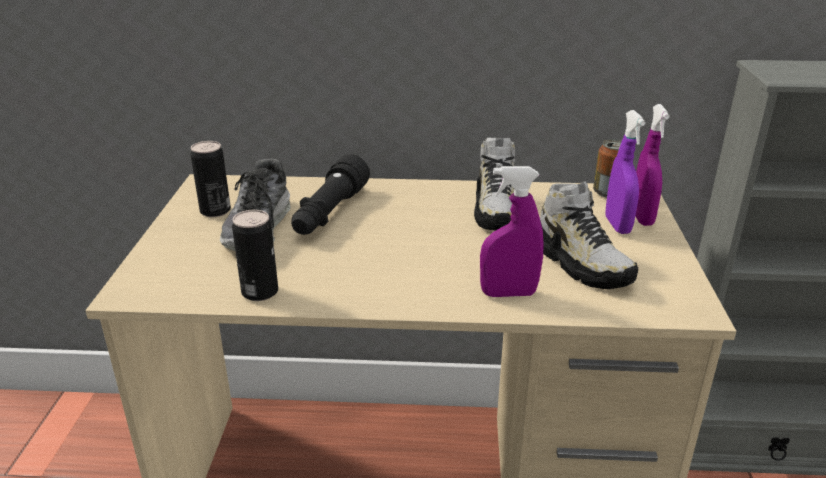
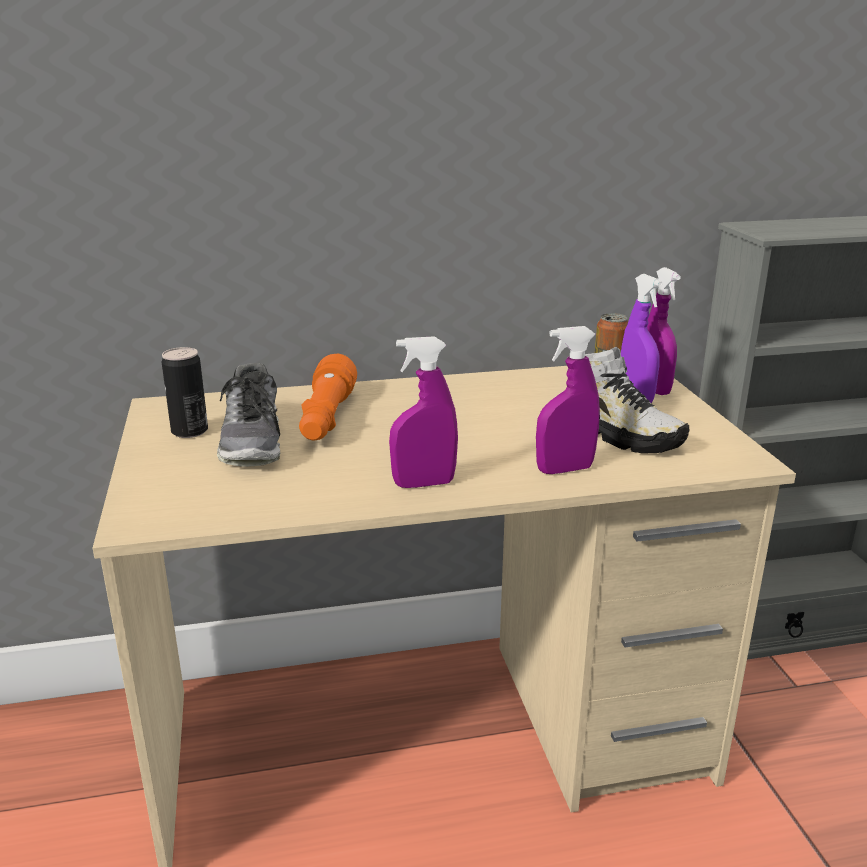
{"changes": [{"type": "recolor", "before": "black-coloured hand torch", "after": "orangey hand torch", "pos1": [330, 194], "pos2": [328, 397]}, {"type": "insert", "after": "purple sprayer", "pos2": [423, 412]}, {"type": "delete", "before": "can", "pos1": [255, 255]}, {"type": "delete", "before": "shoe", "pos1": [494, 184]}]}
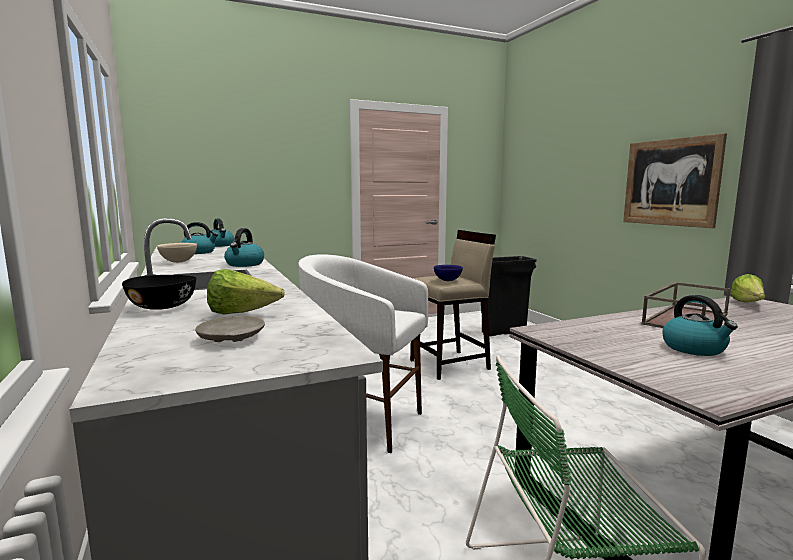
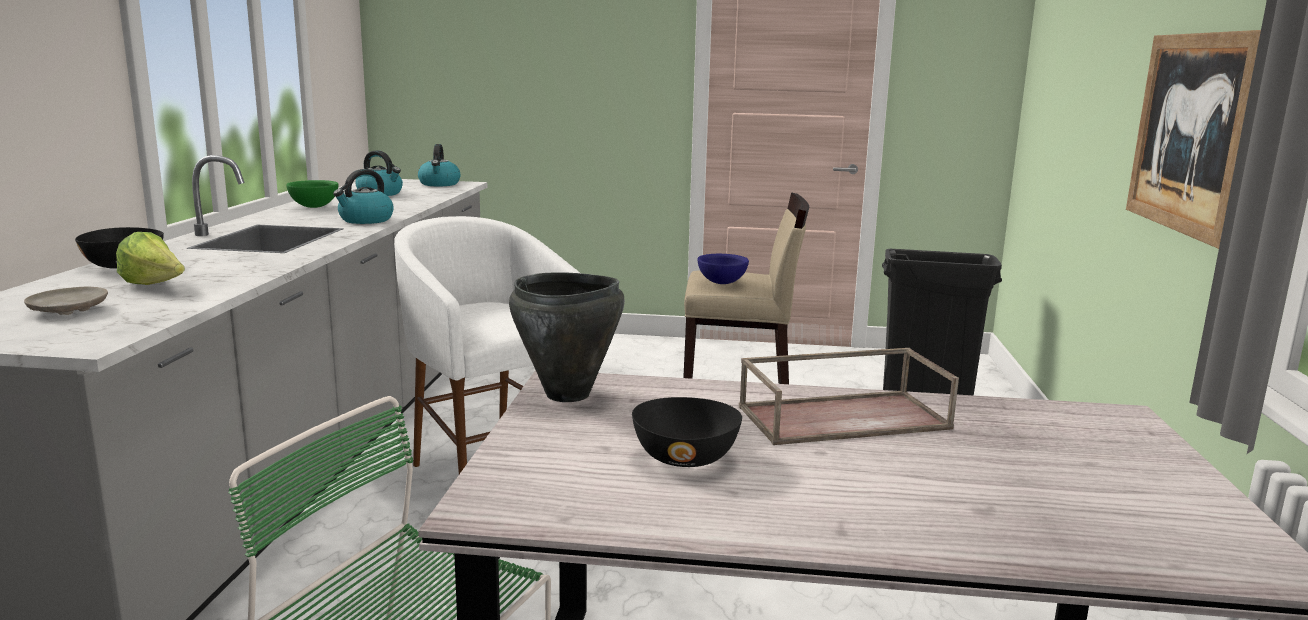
{"changes": [{"type": "recolor", "before": "beige serving bowl", "after": "greenish serving bowl", "pos1": [177, 253], "pos2": [312, 194]}, {"type": "insert", "after": "black-coloured saucepot", "pos2": [567, 337]}, {"type": "replace", "before": "tea kettle", "after": "black-coloured serving bowl", "pos1": [700, 325], "pos2": [687, 432]}, {"type": "delete", "before": "head of lettuce", "pos1": [748, 288]}]}
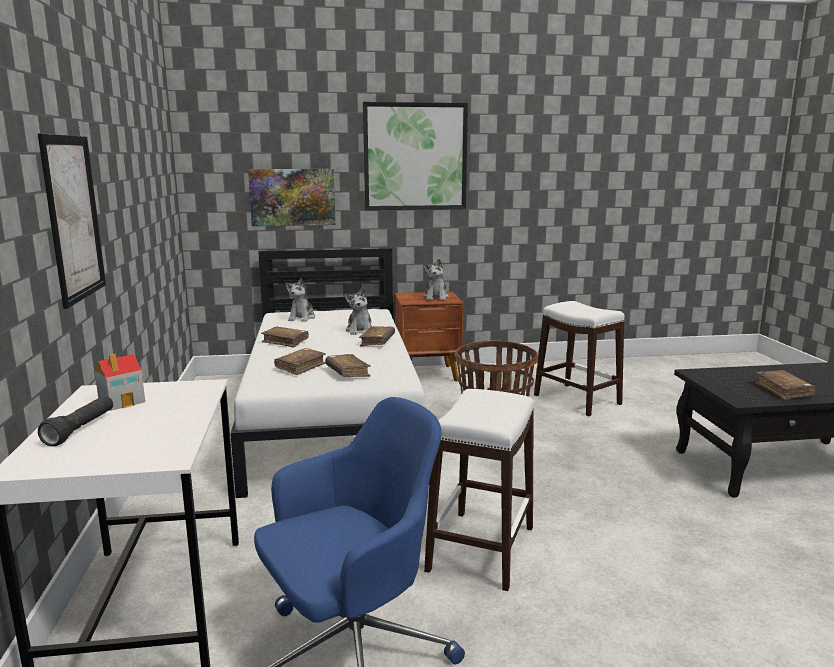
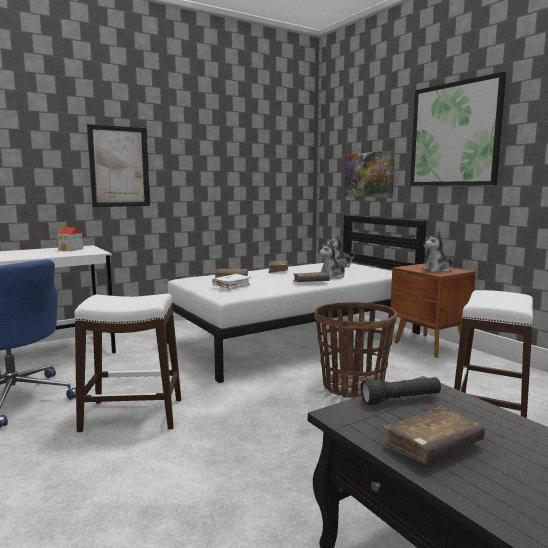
{"changes": [{"type": "recolor", "before": "brownish bound book", "after": "white bound book", "pos1": [348, 366], "pos2": [231, 282]}, {"type": "move", "before": "black-coloured hand torch", "pos1": [75, 421], "pos2": [400, 391]}]}
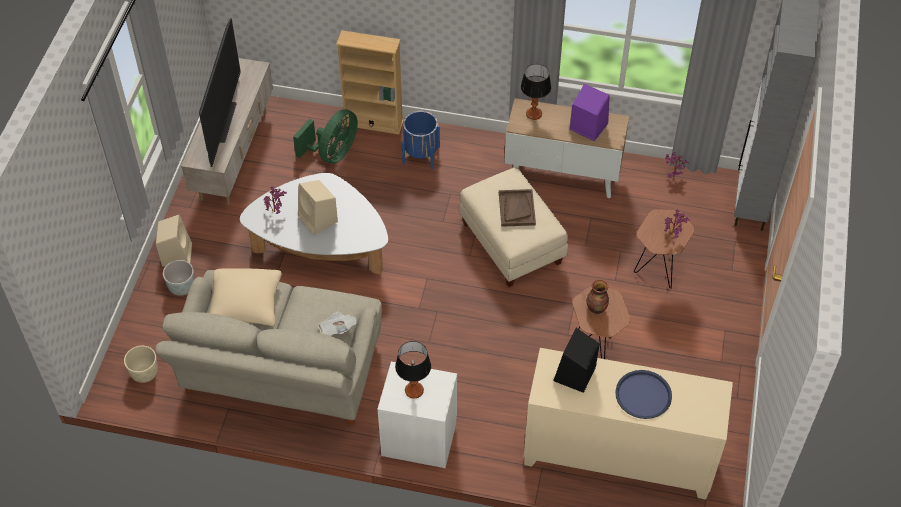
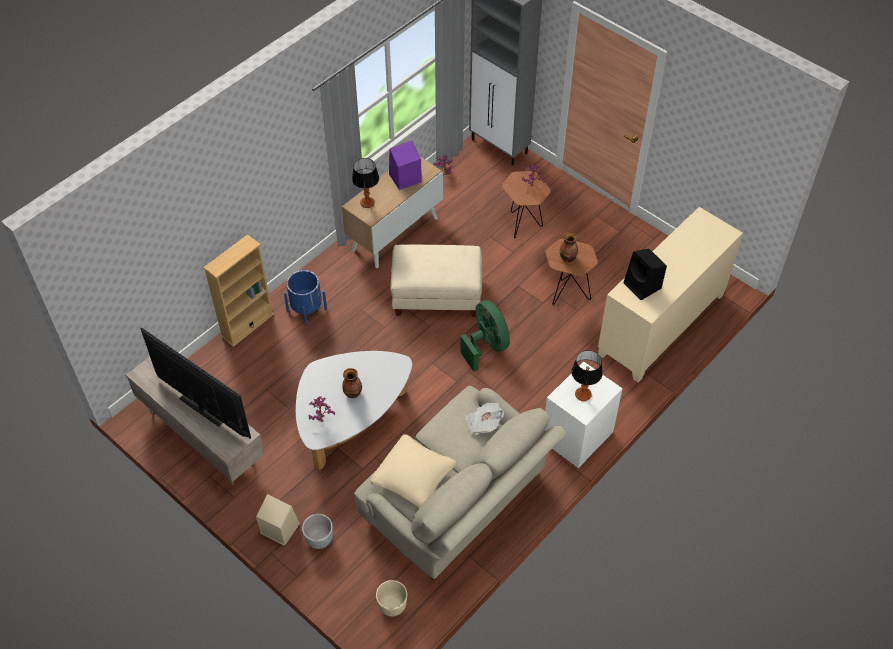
{"changes": [{"type": "replace", "before": "beige speaker", "after": "flower vase", "pos1": [318, 207], "pos2": [352, 383]}, {"type": "move", "before": "greenish fan", "pos1": [325, 136], "pos2": [485, 335]}, {"type": "delete", "before": "brownish carrying tray", "pos1": [517, 208]}, {"type": "delete", "before": "bluish carrying tray", "pos1": [643, 394]}]}
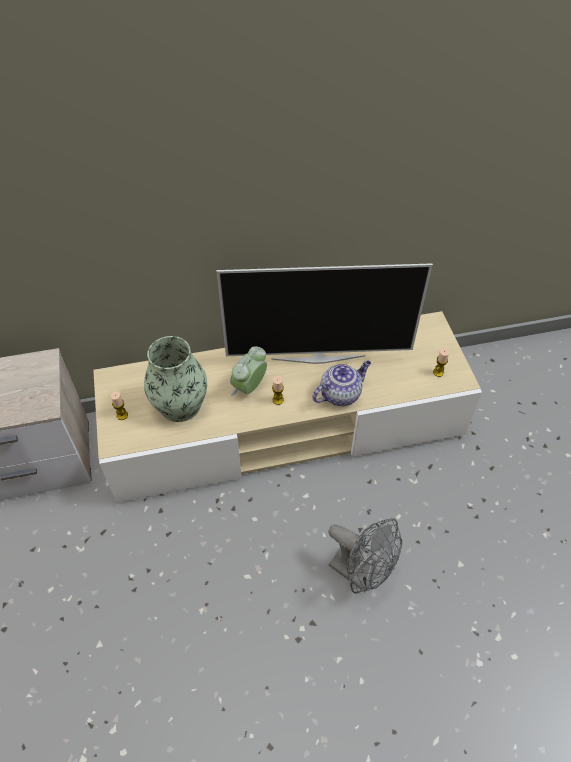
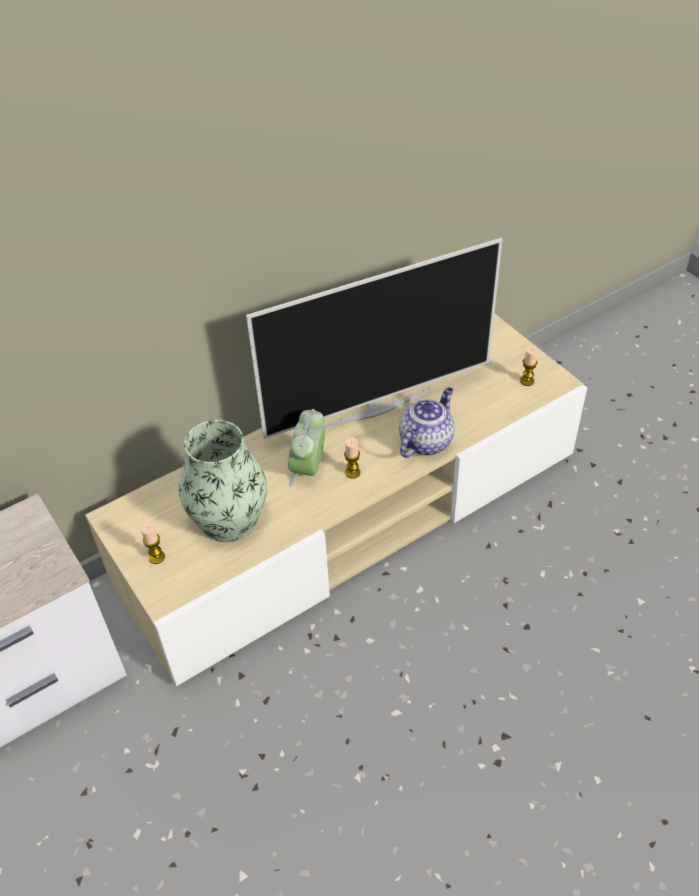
{"changes": [{"type": "delete", "before": "greyish fan", "pos1": [365, 556]}]}
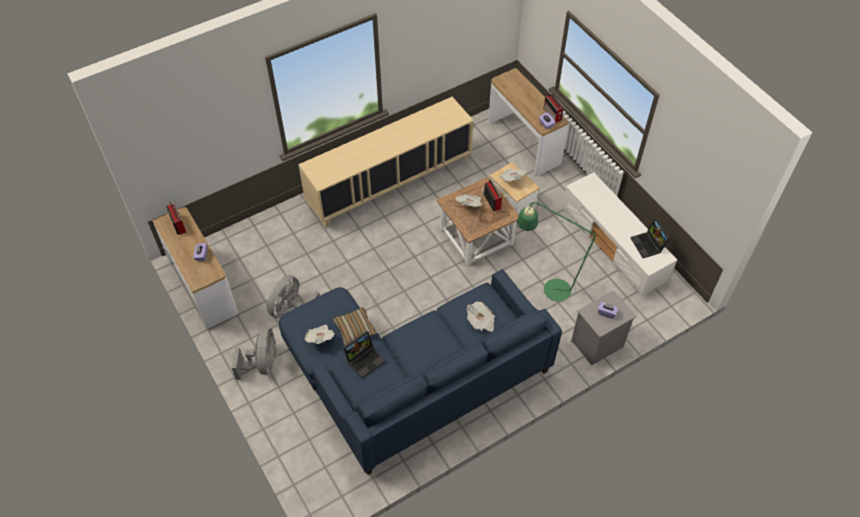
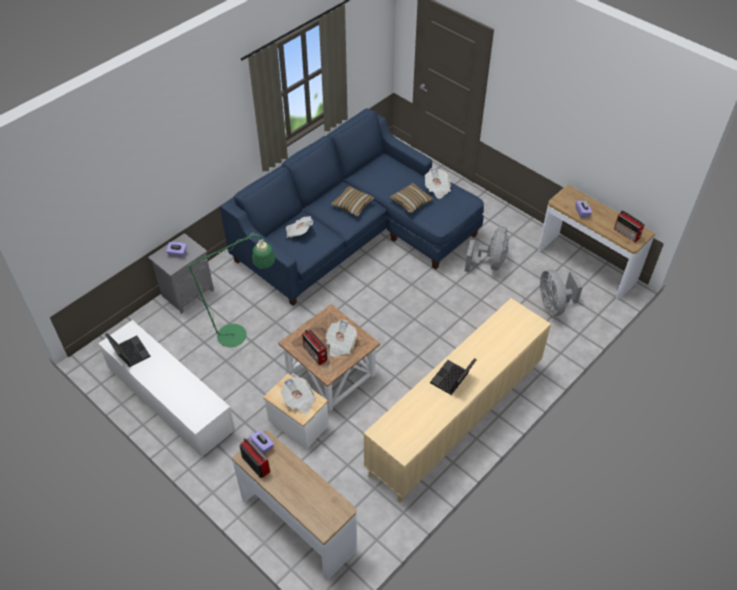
{"changes": [{"type": "insert", "after": "cushion", "pos2": [352, 201]}, {"type": "move", "before": "portable computer", "pos1": [364, 355], "pos2": [453, 376]}, {"type": "move", "before": "greyish fan", "pos1": [253, 353], "pos2": [561, 292]}]}
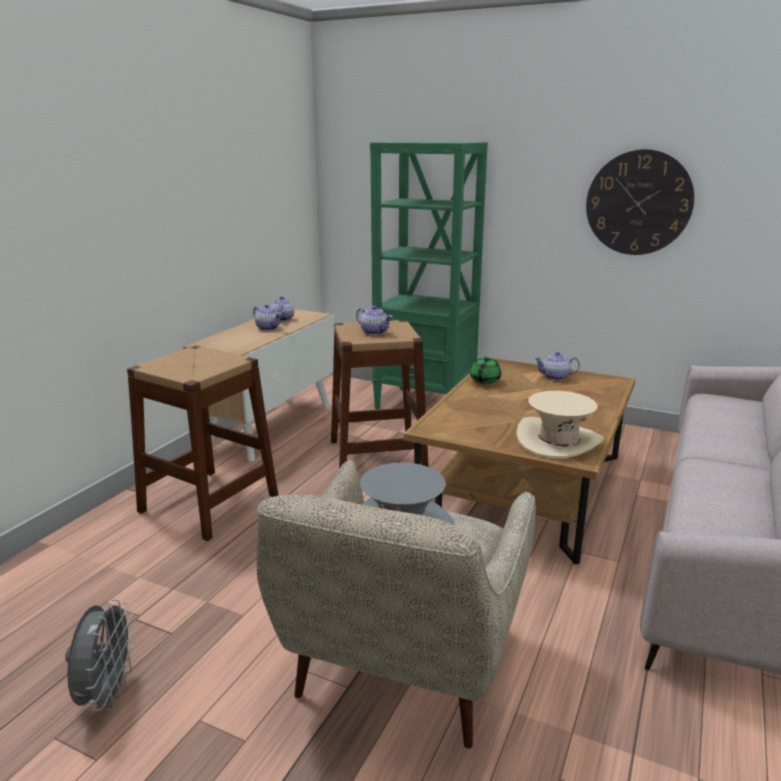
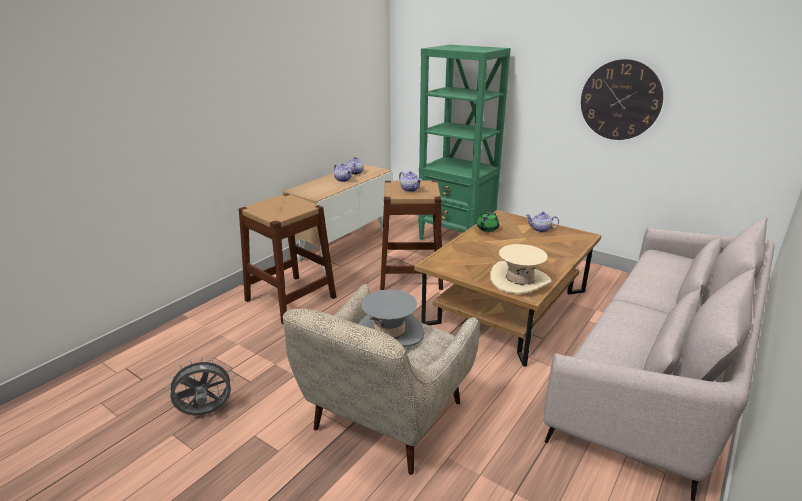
{"changes": [{"type": "rotate", "before": "greyish fan", "pos1": [100, 655], "pos2": [200, 386], "turn": -120}]}
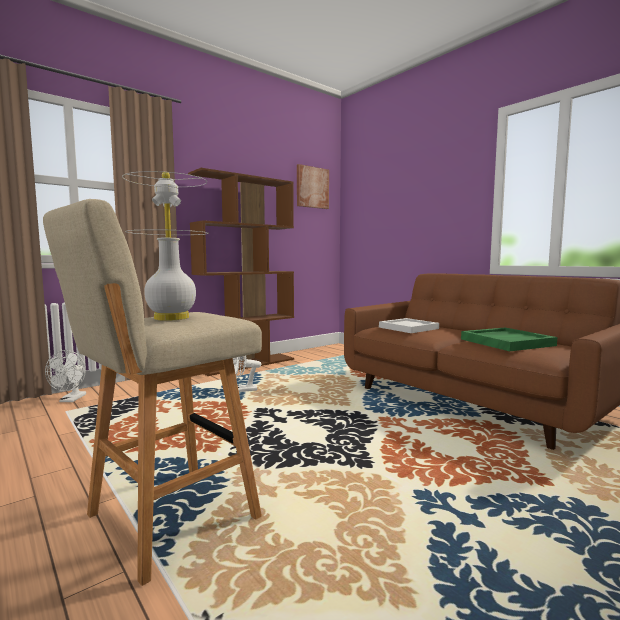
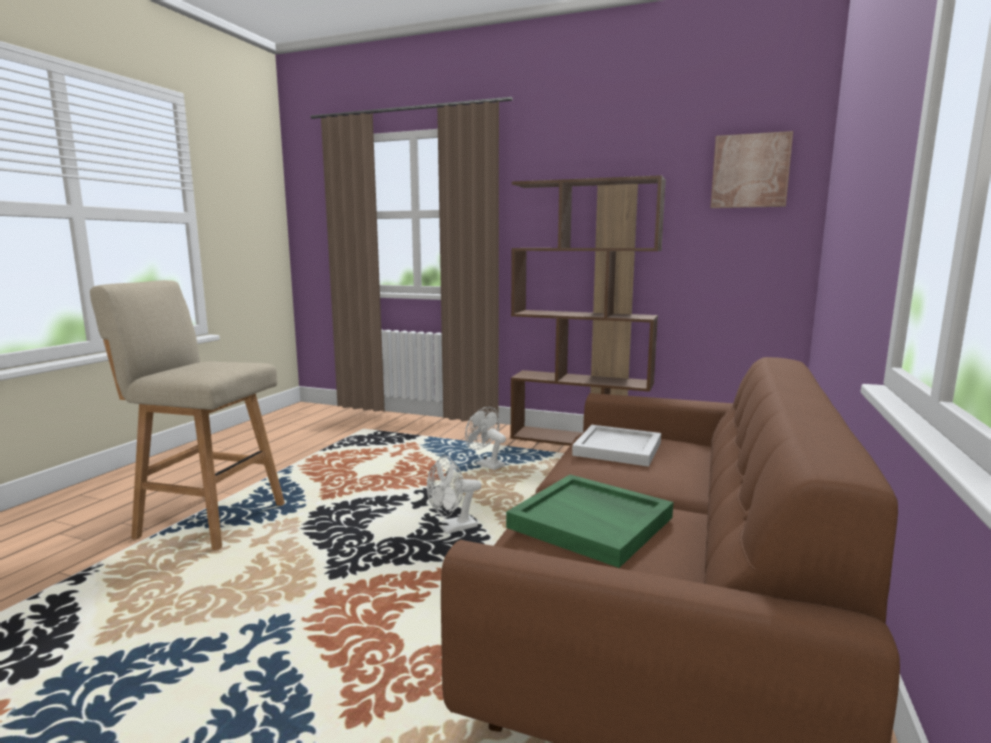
{"changes": [{"type": "move", "before": "white fan", "pos1": [65, 376], "pos2": [454, 494]}, {"type": "delete", "before": "white tabletop lamp", "pos1": [165, 246]}]}
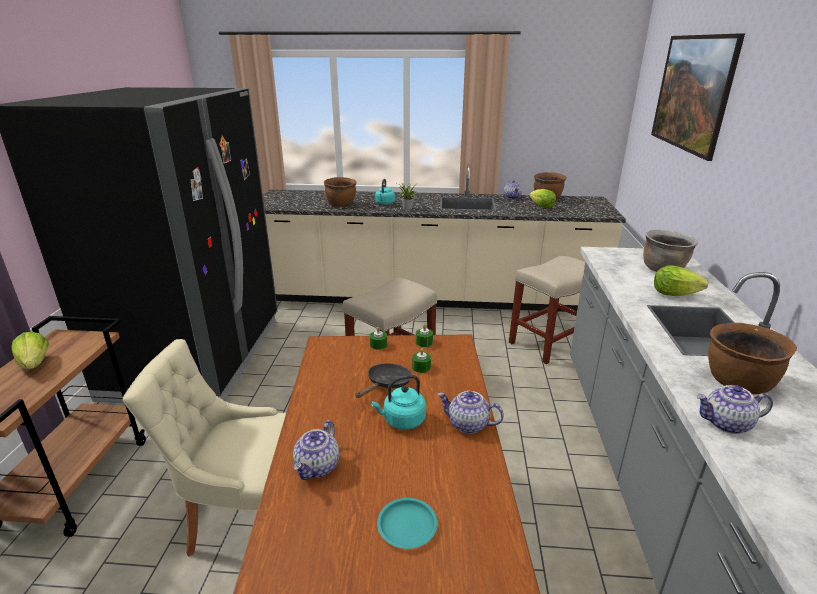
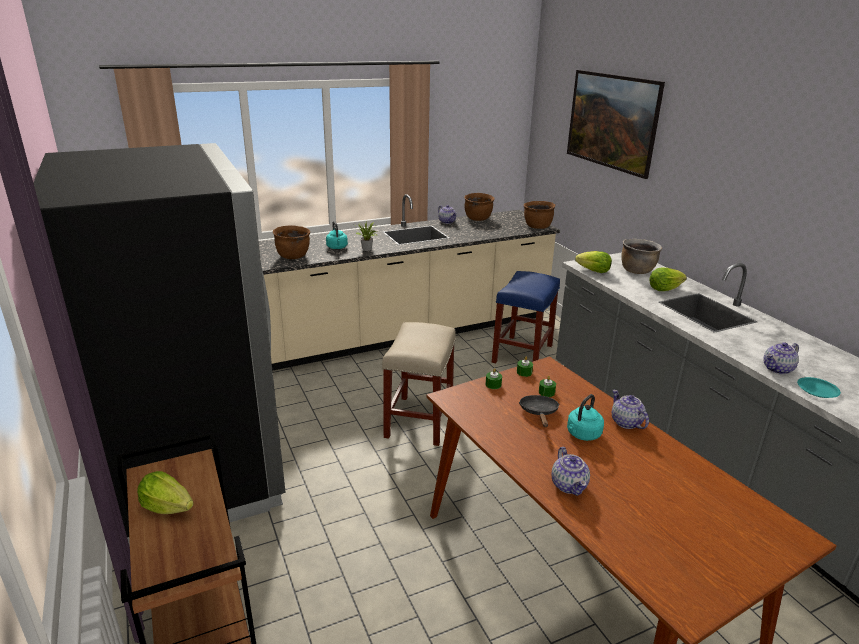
{"changes": [{"type": "recolor", "before": "beige stool", "after": "bluish stool", "pos1": [547, 309], "pos2": [526, 317]}, {"type": "move", "before": "brownish saucepot", "pos1": [752, 358], "pos2": [539, 215]}, {"type": "move", "before": "head of lettuce", "pos1": [542, 199], "pos2": [593, 262]}, {"type": "rotate", "before": "tea pot", "pos1": [470, 412], "pos2": [630, 409], "turn": 75}, {"type": "move", "before": "turquoise flat dish", "pos1": [407, 523], "pos2": [819, 387]}, {"type": "delete", "before": "beige upright chair", "pos1": [204, 448]}]}
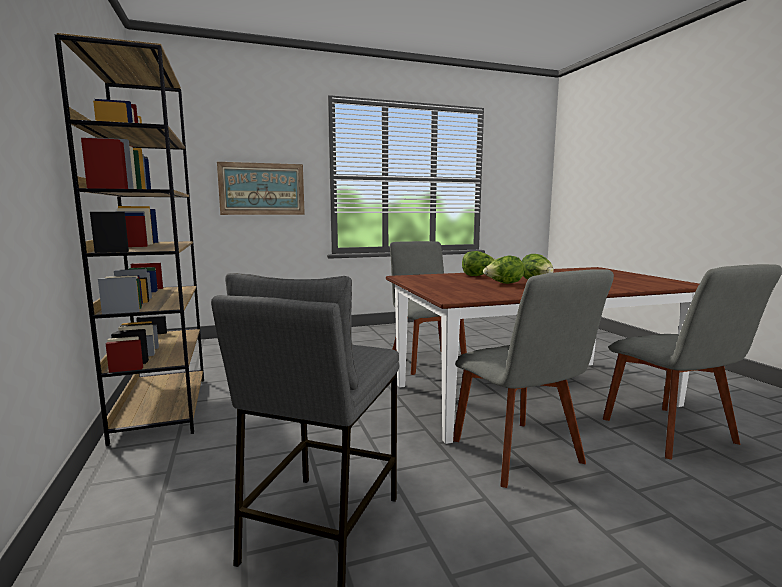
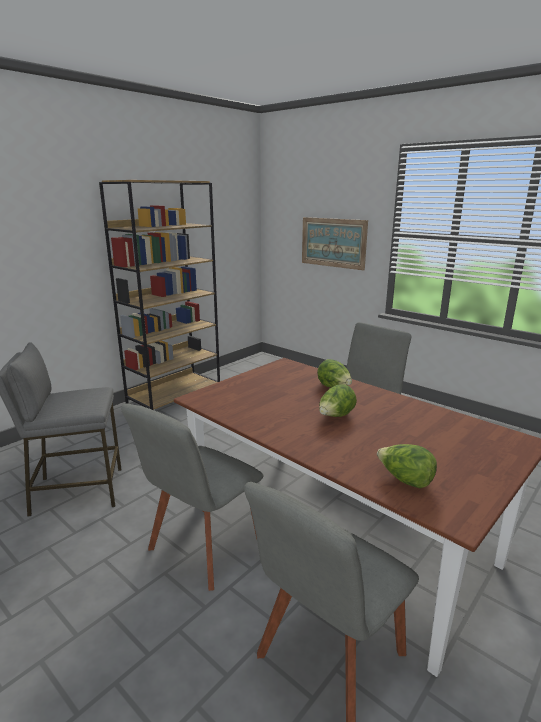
{"changes": [{"type": "move", "before": "head of lettuce", "pos1": [503, 270], "pos2": [407, 466]}]}
